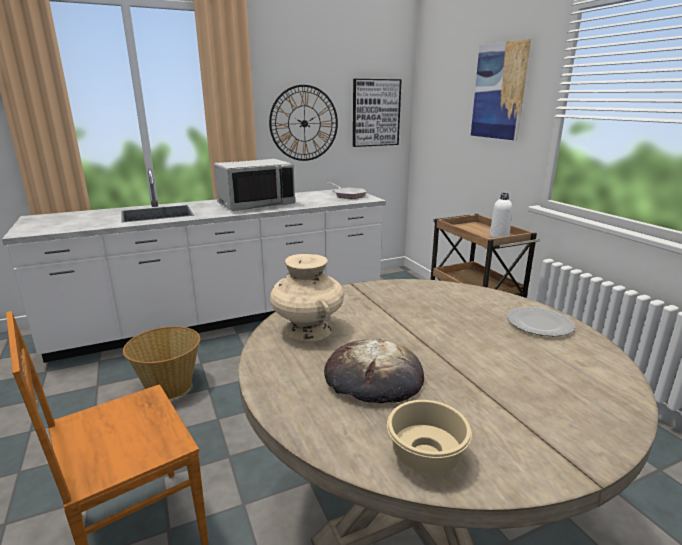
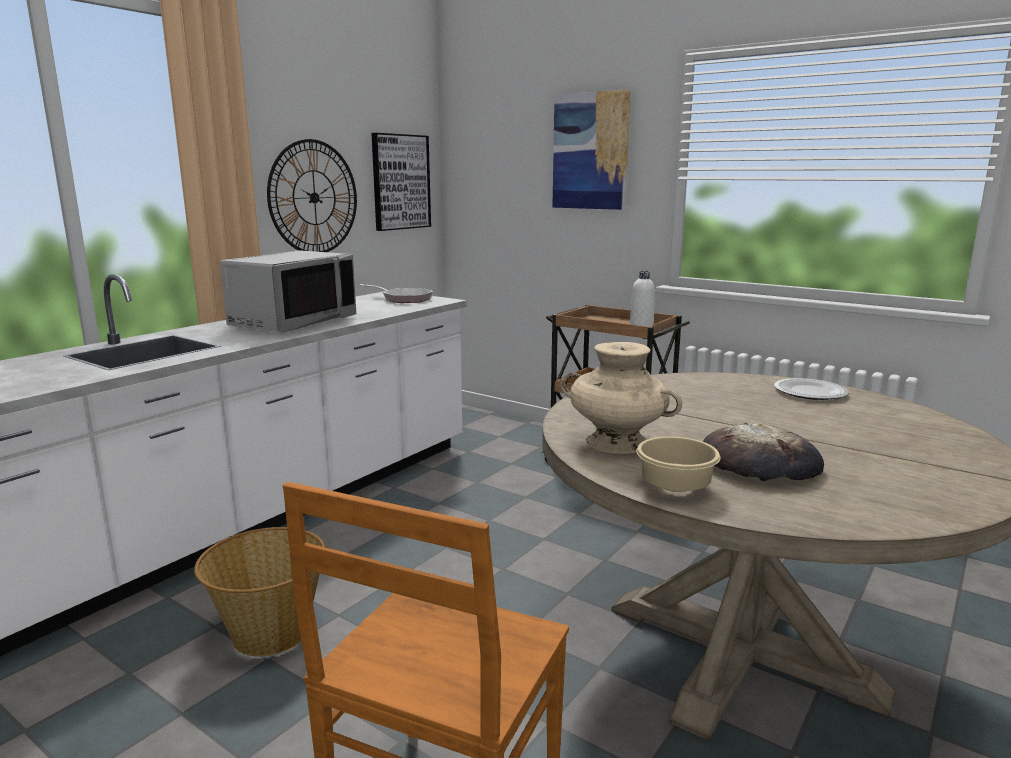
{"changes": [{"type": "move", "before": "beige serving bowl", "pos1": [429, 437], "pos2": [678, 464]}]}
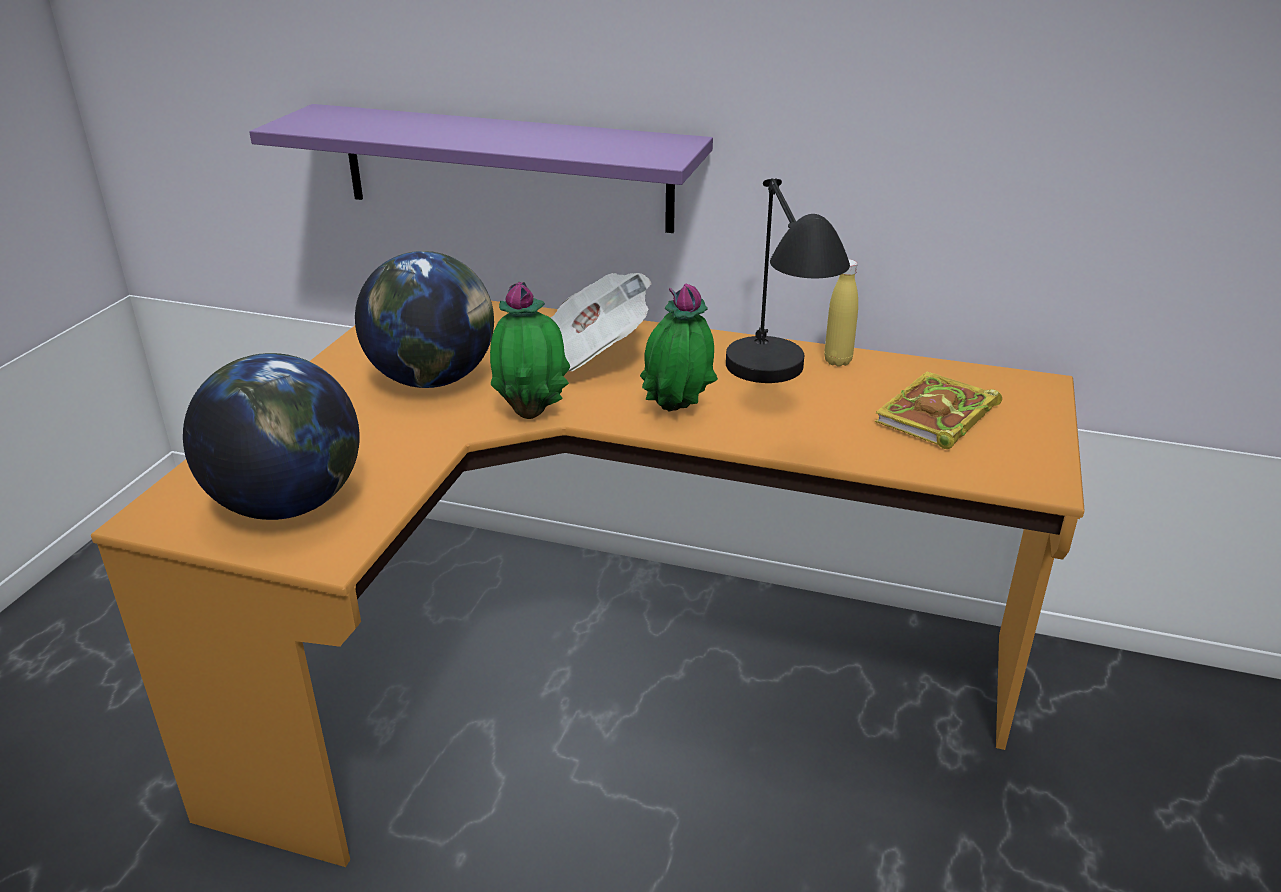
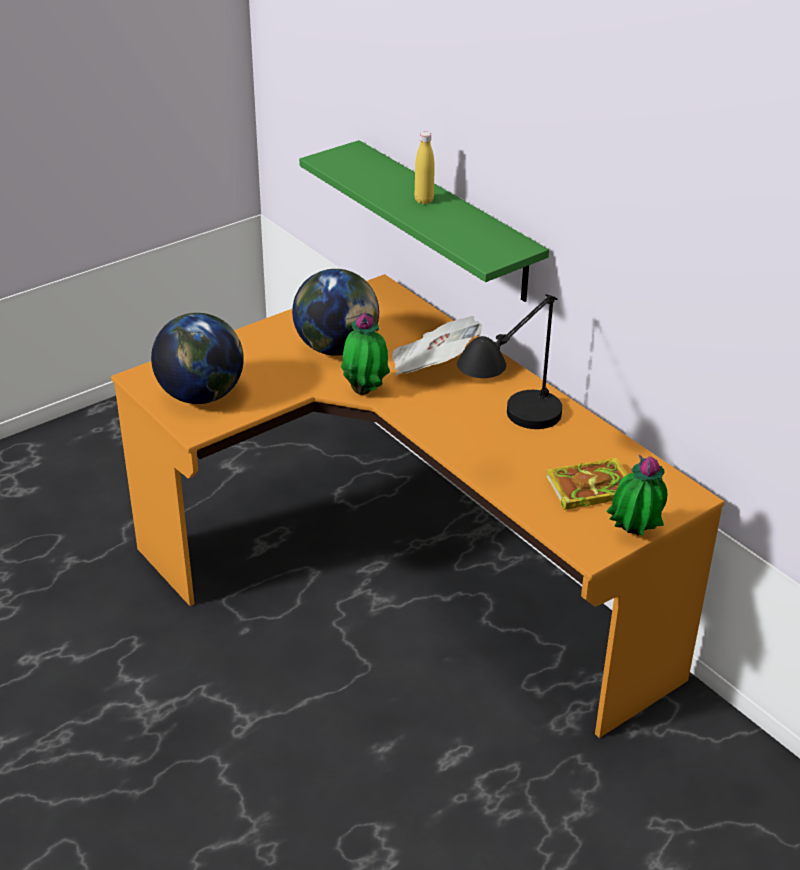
{"changes": [{"type": "recolor", "before": "purple wall shelf", "after": "greenish wall shelf", "pos1": [481, 168], "pos2": [424, 221]}, {"type": "move", "before": "yellowish drink bottle", "pos1": [841, 313], "pos2": [425, 168]}, {"type": "move", "before": "plant in a pot", "pos1": [679, 348], "pos2": [637, 495]}]}
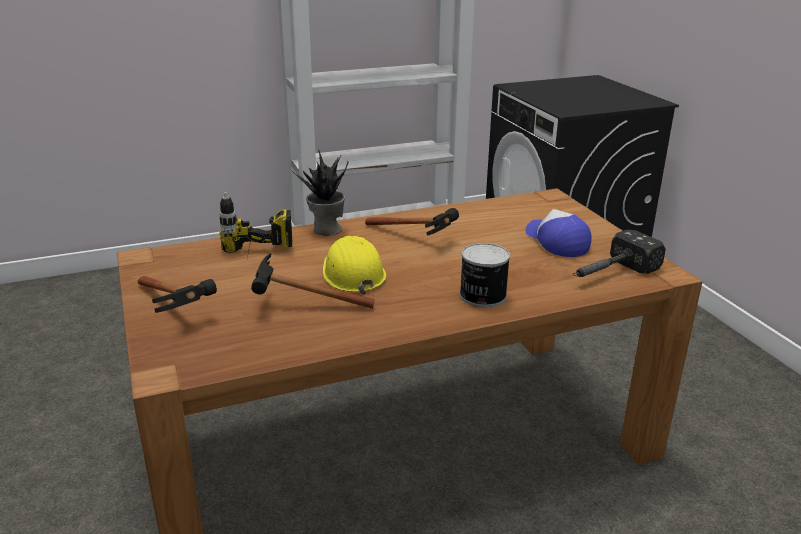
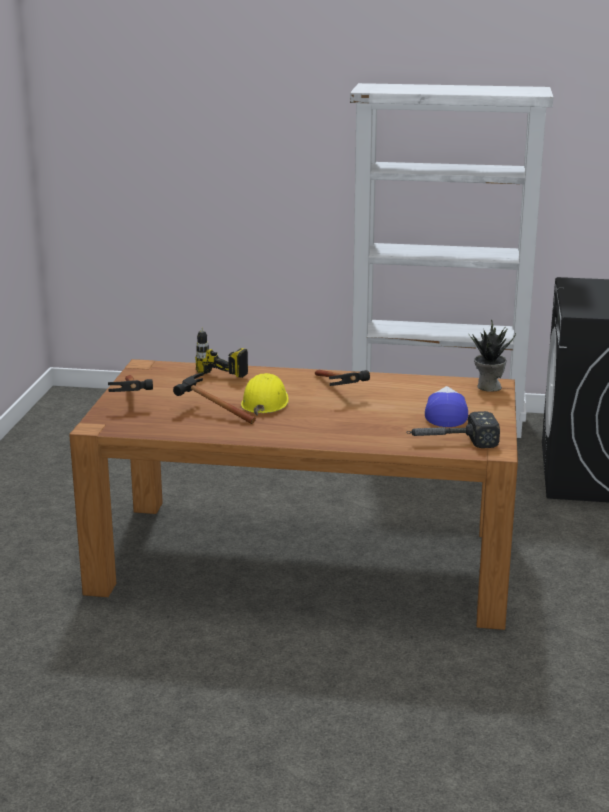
{"changes": [{"type": "move", "before": "plant in a pot", "pos1": [320, 192], "pos2": [492, 356]}, {"type": "delete", "before": "can", "pos1": [485, 275]}]}
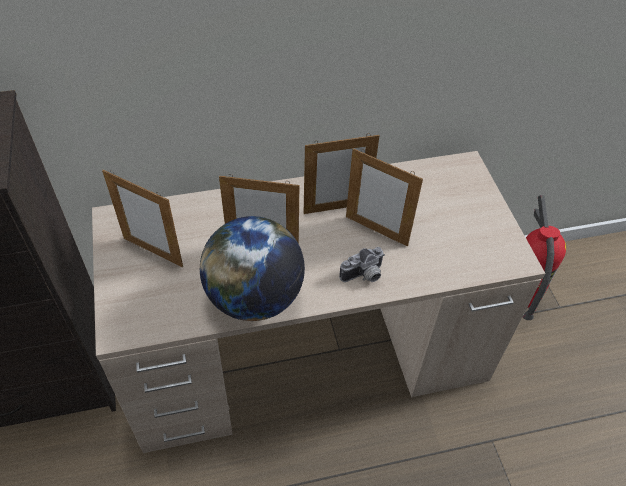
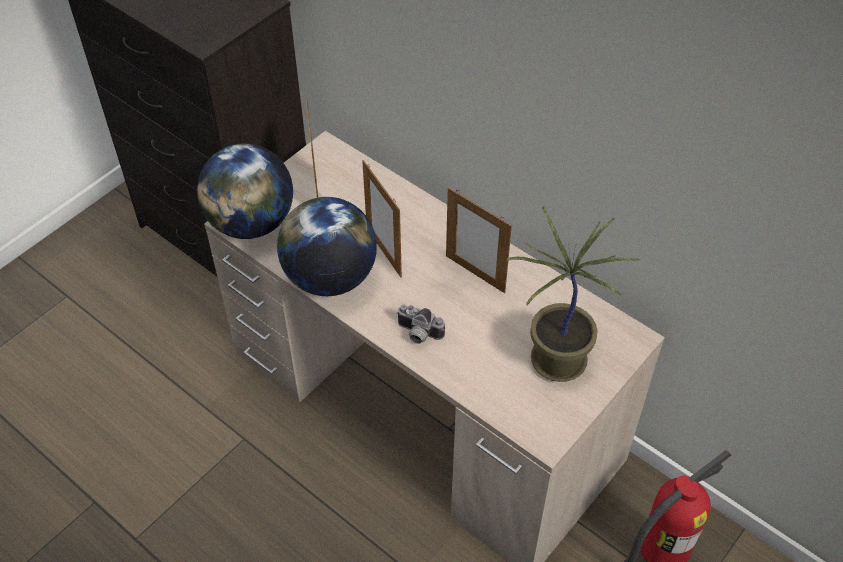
{"changes": [{"type": "insert", "after": "desk globe", "pos2": [245, 191]}, {"type": "insert", "after": "plant in a pot", "pos2": [573, 293]}, {"type": "delete", "before": "standing frame", "pos1": [384, 197]}]}
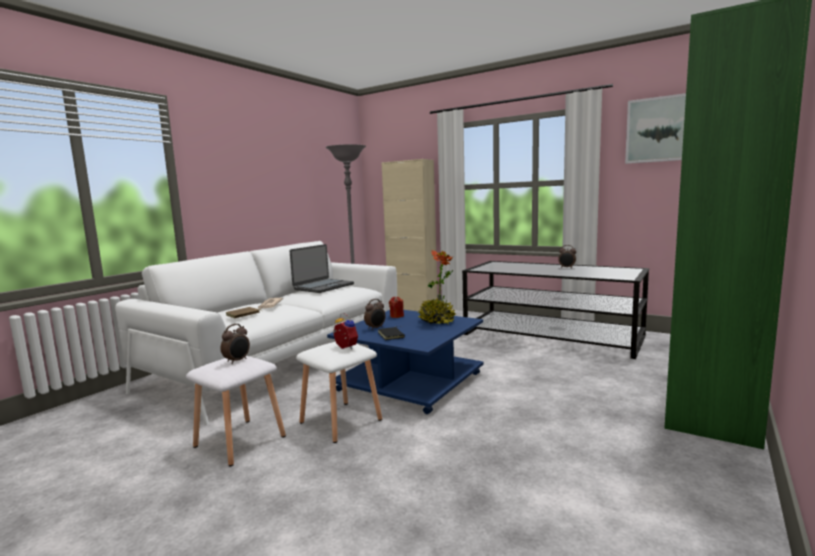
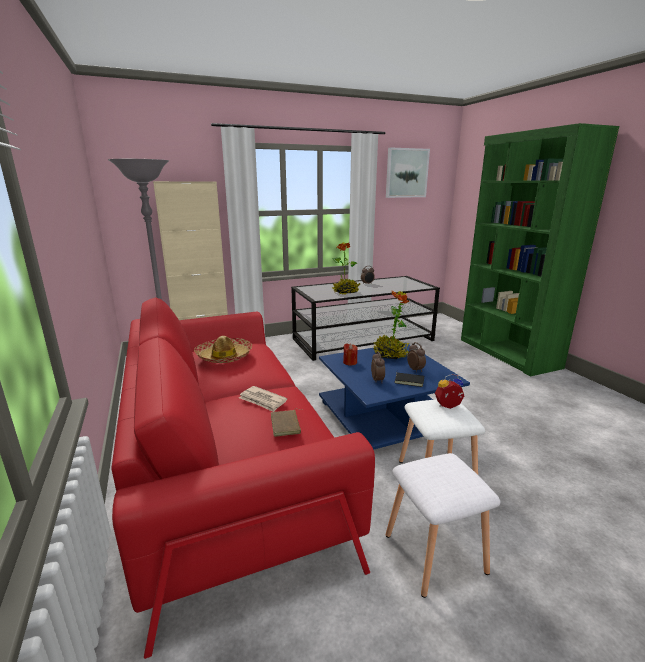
{"changes": [{"type": "recolor", "before": "white sofa", "after": "red sofa", "pos1": [256, 333], "pos2": [243, 478]}, {"type": "replace", "before": "portable computer", "after": "clothing hat", "pos1": [322, 268], "pos2": [223, 349]}, {"type": "insert", "after": "plant in a pot", "pos2": [346, 269]}, {"type": "move", "before": "alarm clock", "pos1": [235, 344], "pos2": [416, 357]}]}
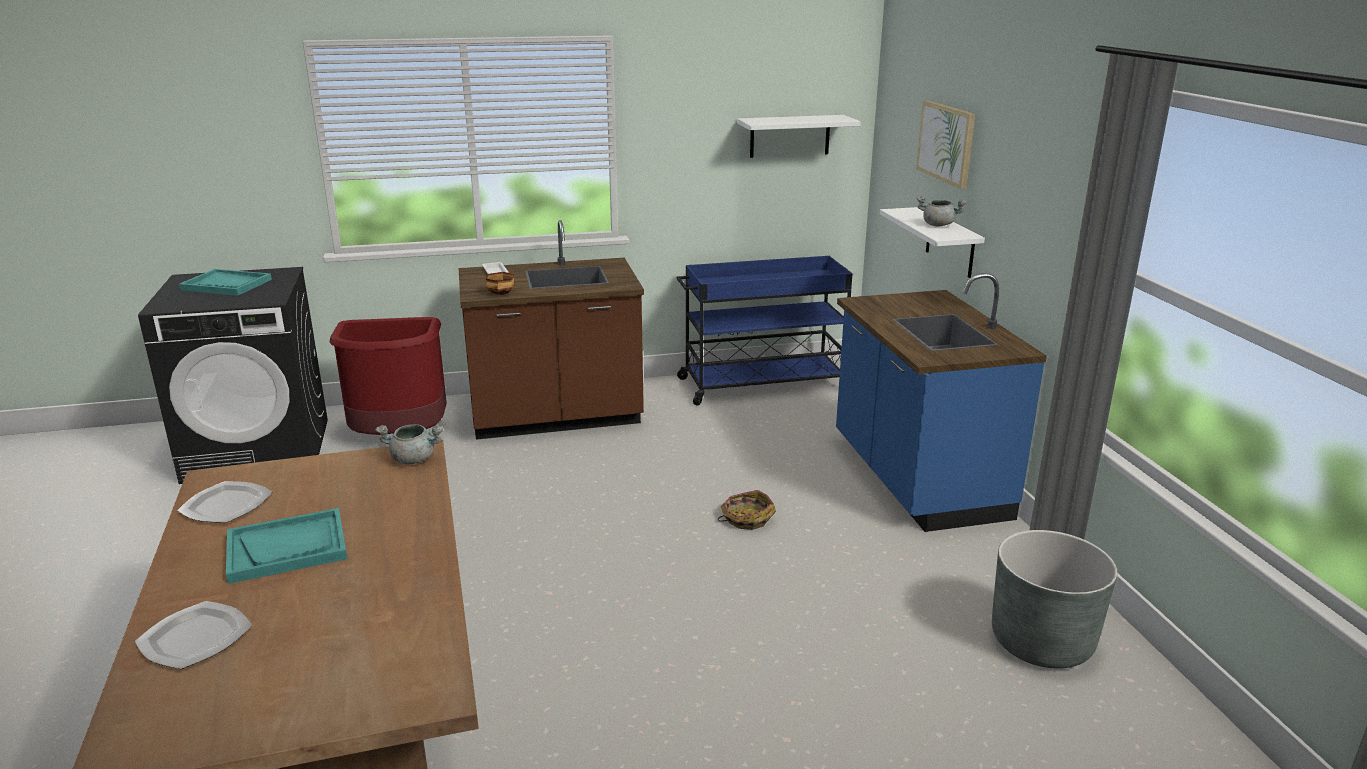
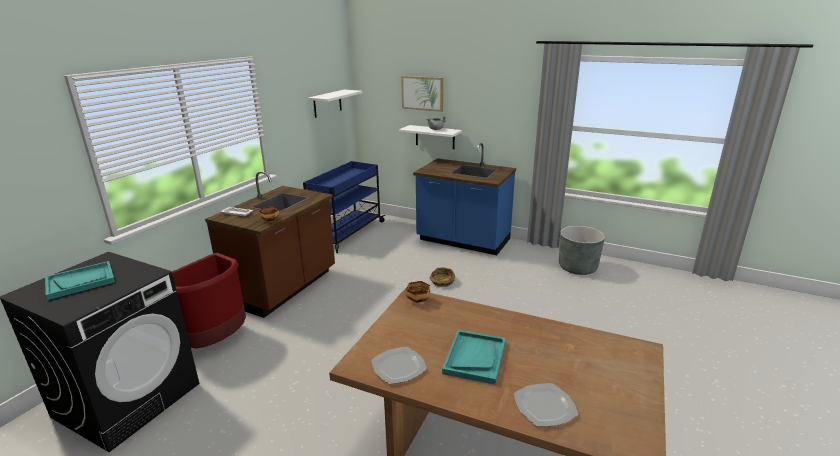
{"changes": [{"type": "replace", "before": "greyish saucepot", "after": "serving bowl", "pos1": [410, 444], "pos2": [418, 292]}]}
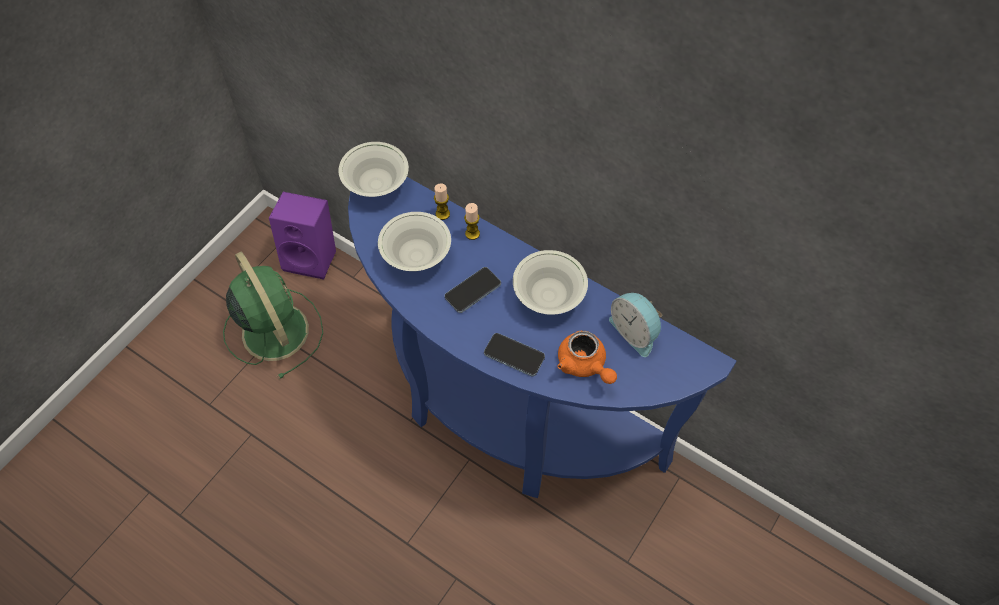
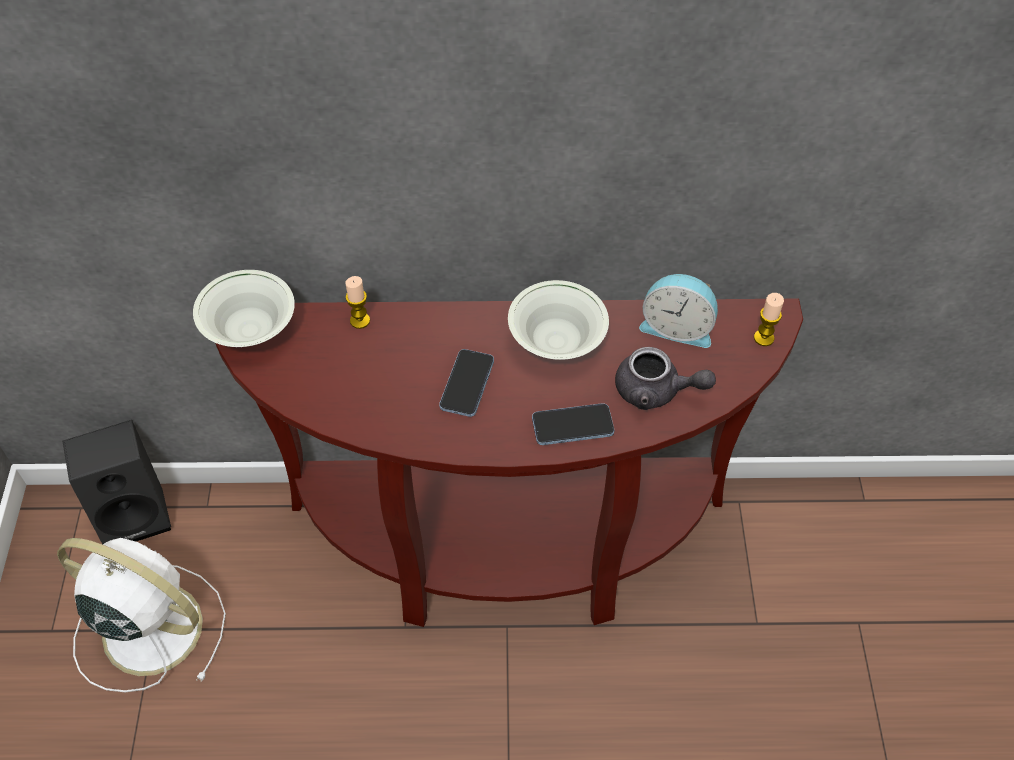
{"changes": [{"type": "recolor", "before": "greenish fan", "after": "white fan", "pos1": [273, 315], "pos2": [141, 615]}, {"type": "recolor", "before": "purple speaker", "after": "black-coloured speaker", "pos1": [302, 236], "pos2": [117, 482]}, {"type": "recolor", "before": "bluish hall table", "after": "brownish hall table", "pos1": [542, 337], "pos2": [509, 463]}, {"type": "recolor", "before": "orangey tea pot", "after": "greyish tea pot", "pos1": [587, 357], "pos2": [665, 378]}, {"type": "move", "before": "wax candle", "pos1": [472, 221], "pos2": [769, 319]}, {"type": "delete", "before": "white serving bowl", "pos1": [414, 241]}]}
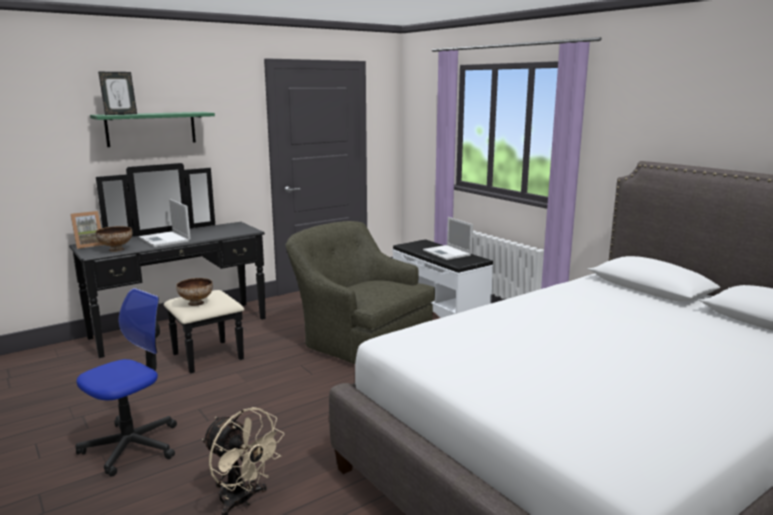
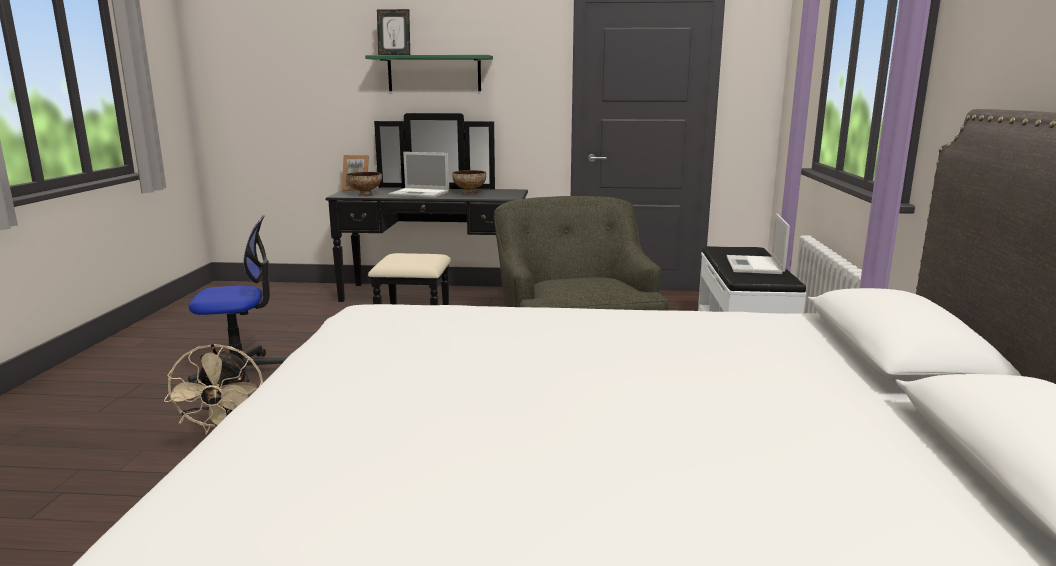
{"changes": [{"type": "rotate", "before": "portable computer", "pos1": [165, 223], "pos2": [418, 175], "turn": -75}, {"type": "move", "before": "serving bowl", "pos1": [194, 292], "pos2": [469, 182]}]}
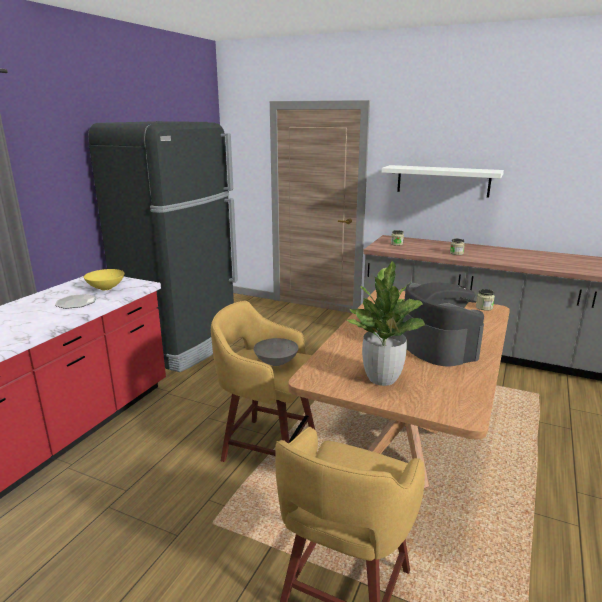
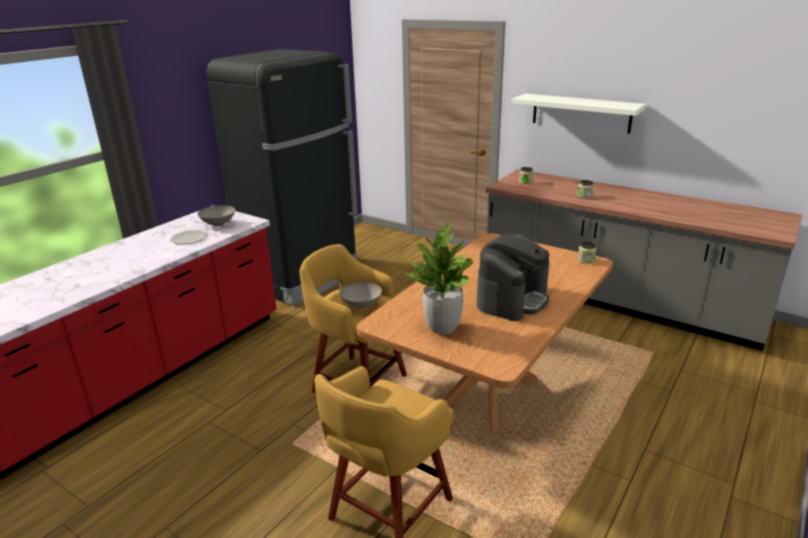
{"changes": [{"type": "recolor", "before": "yellowish serving bowl", "after": "greyish serving bowl", "pos1": [104, 279], "pos2": [216, 215]}, {"type": "rotate", "before": "coffee brewer", "pos1": [443, 325], "pos2": [513, 277], "turn": 45}]}
